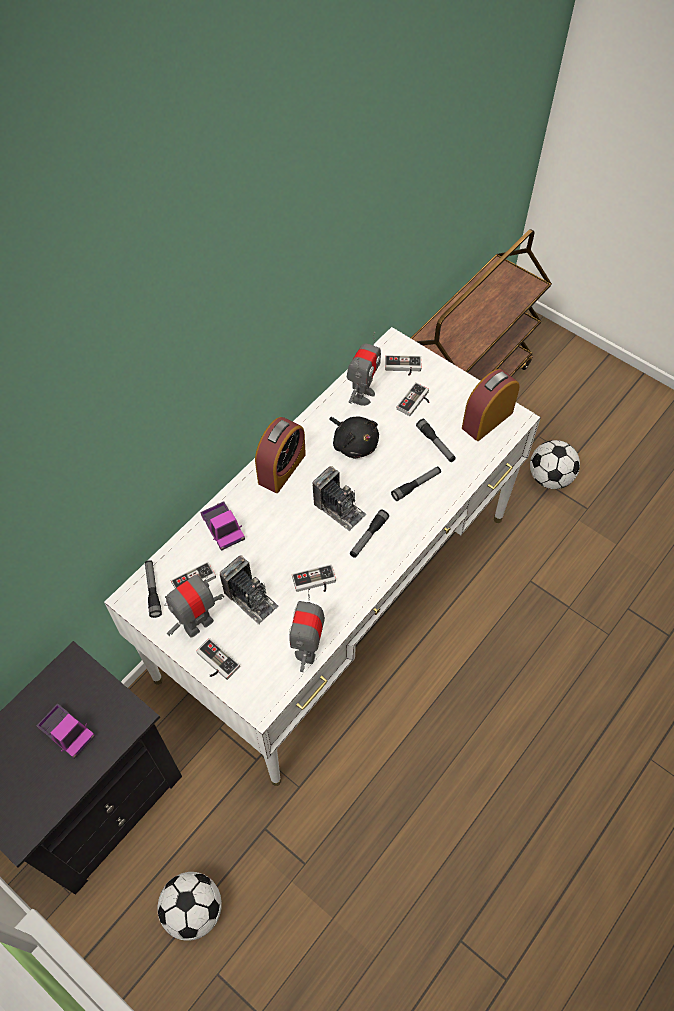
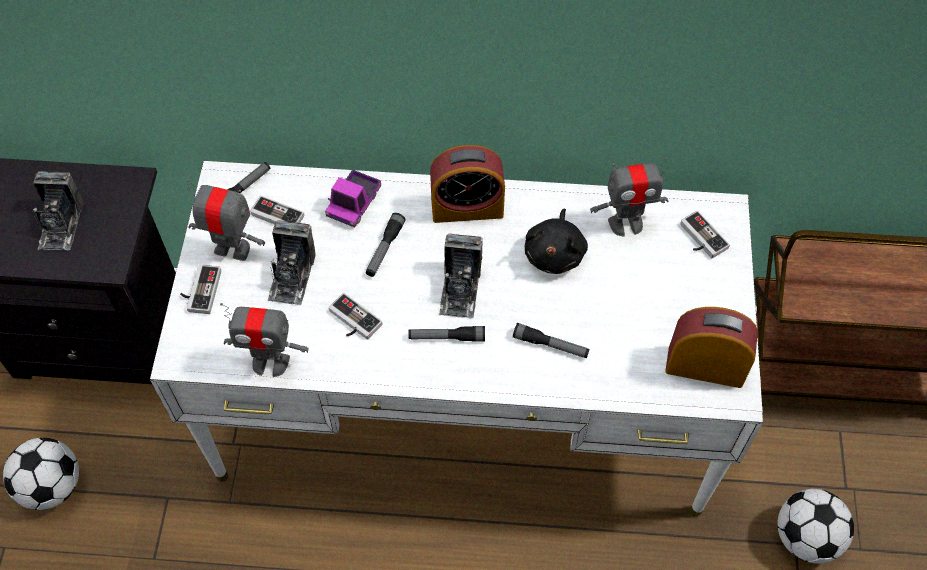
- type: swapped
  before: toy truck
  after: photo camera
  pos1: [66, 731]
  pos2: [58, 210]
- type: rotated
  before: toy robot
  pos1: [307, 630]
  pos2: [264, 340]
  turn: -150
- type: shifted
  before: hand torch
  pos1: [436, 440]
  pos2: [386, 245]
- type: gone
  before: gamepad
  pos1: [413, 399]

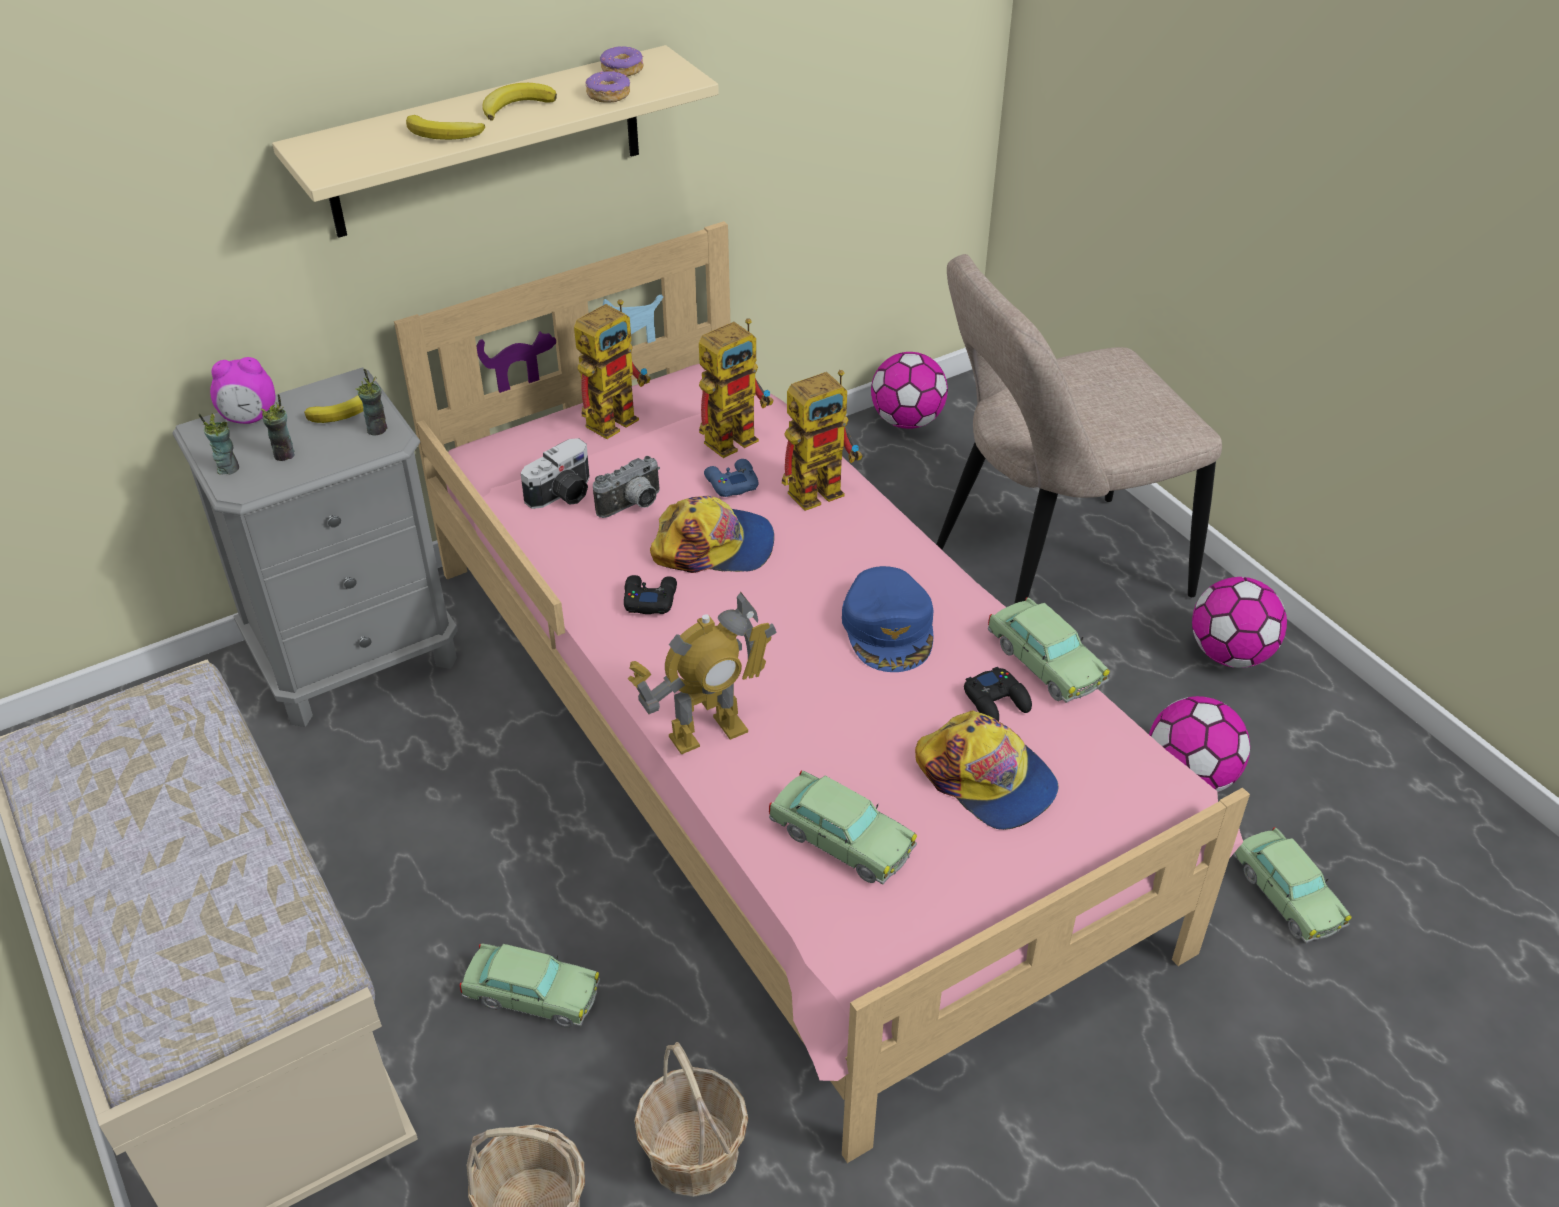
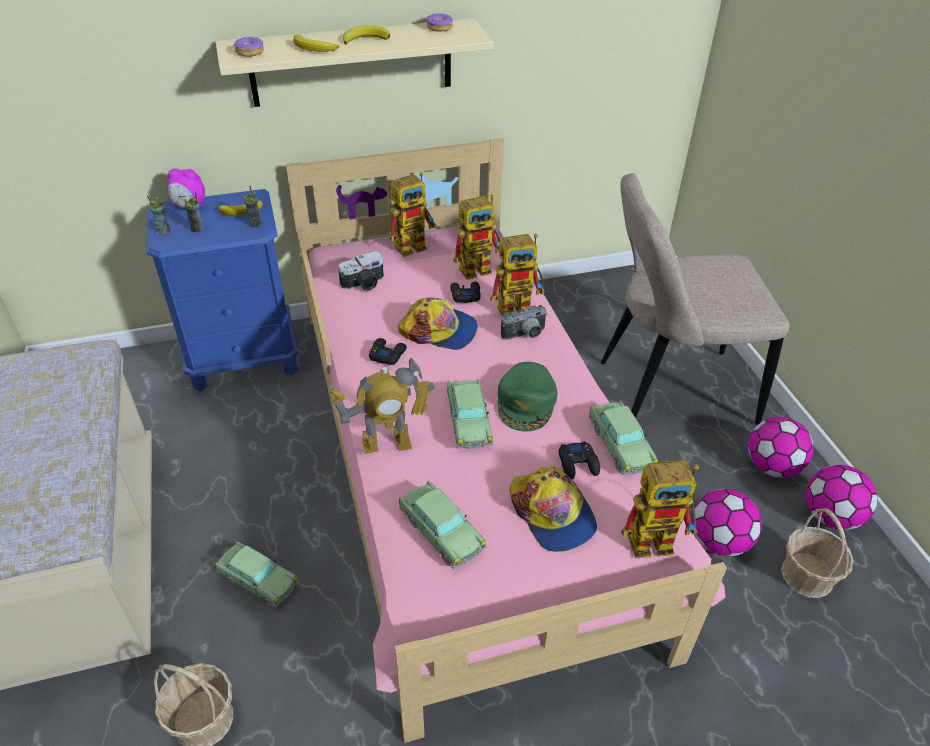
- type: repainted
  before: greyish nightstand
  after: blue nightstand
  pos1: [315, 547]
  pos2: [222, 290]
- type: shifted
  before: ring doughnut
  pos1: [607, 86]
  pos2: [249, 46]
- type: shifted
  before: toy car
  pos1: [1292, 885]
  pos2: [470, 413]
- type: repainted
  before: blue gamepad
  after: blackish gamepad
  pos1: [731, 478]
  pos2: [465, 292]
- type: repainted
  before: blue peaked cap
  after: green peaked cap
  pos1: [888, 619]
  pos2: [527, 397]
- type: shifted
  before: photo camera
  pos1: [626, 487]
  pos2: [524, 322]
- type: new
  after: toy robot
  pos2: [660, 509]
- type: shifted
  before: household basket
  pos1: [691, 1119]
  pos2: [817, 553]
- type: shifted
  before: ball for football
  pos1: [909, 390]
  pos2: [841, 497]

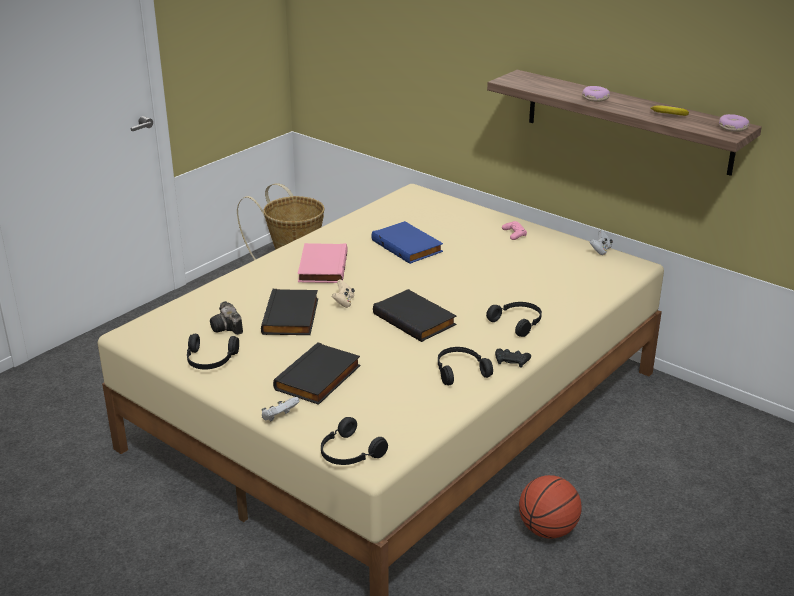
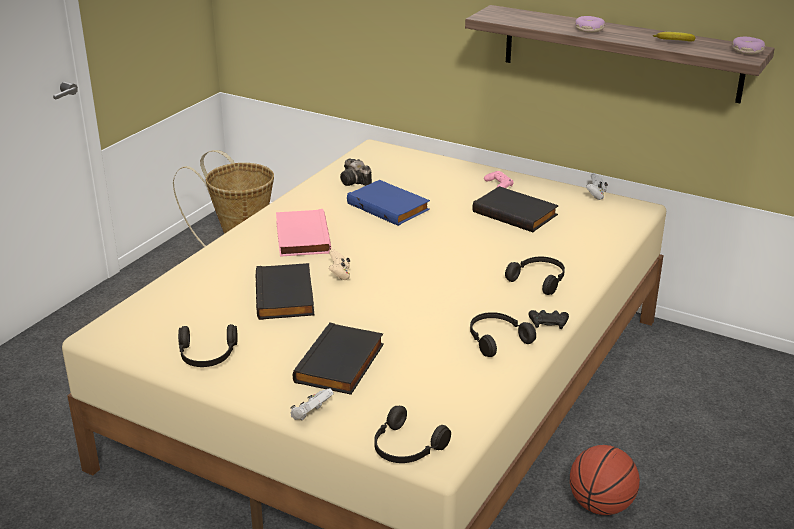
- type: shifted
  before: photo camera
  pos1: [226, 318]
  pos2: [356, 172]
- type: shifted
  before: blackish book
  pos1: [414, 315]
  pos2: [516, 209]

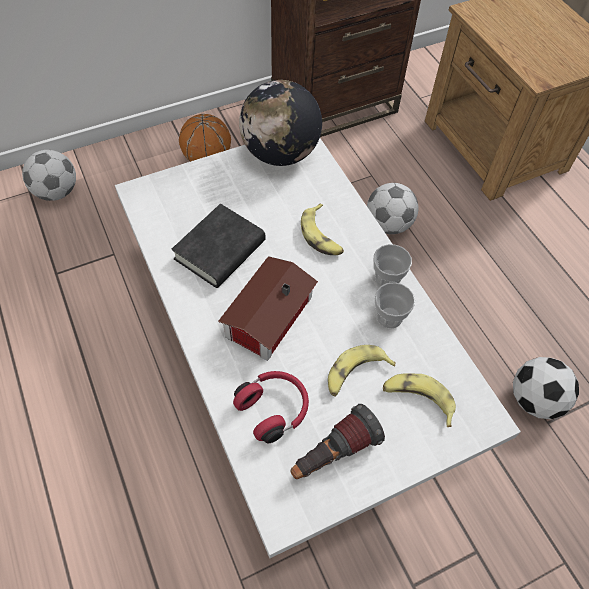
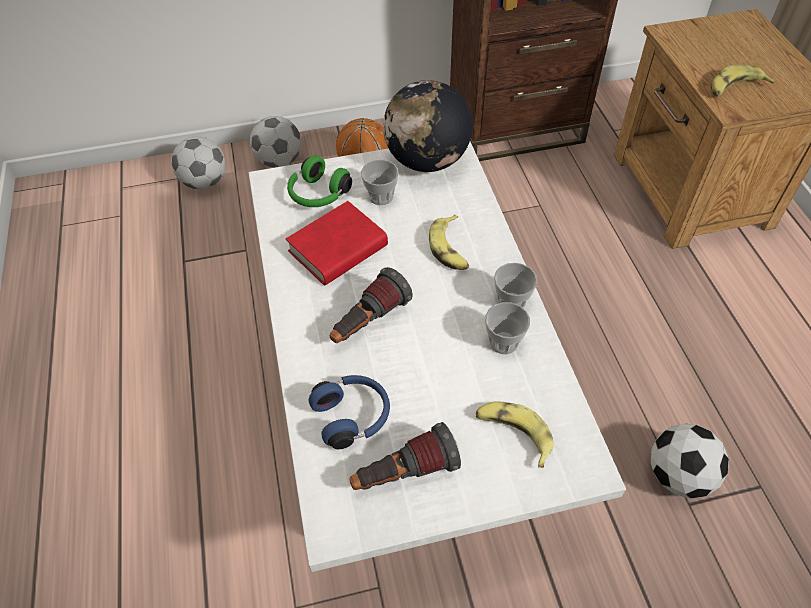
- type: shifted
  before: ball for football
  pos1: [393, 208]
  pos2: [275, 142]
- type: repainted
  before: blackish book
  after: reddish book
  pos1: [218, 246]
  pos2: [337, 243]
- type: new
  after: green headphones
  pos2: [319, 181]
- type: repainted
  before: reddish headphones
  after: blue headphones
  pos1: [271, 407]
  pos2: [349, 412]
- type: swapped
  before: miniature house
  after: hand torch
  pos1: [268, 308]
  pos2: [371, 305]
- type: new
  after: drinking cup
  pos2: [380, 182]
- type: shifted
  before: whole banana
  pos1: [362, 371]
  pos2: [742, 80]

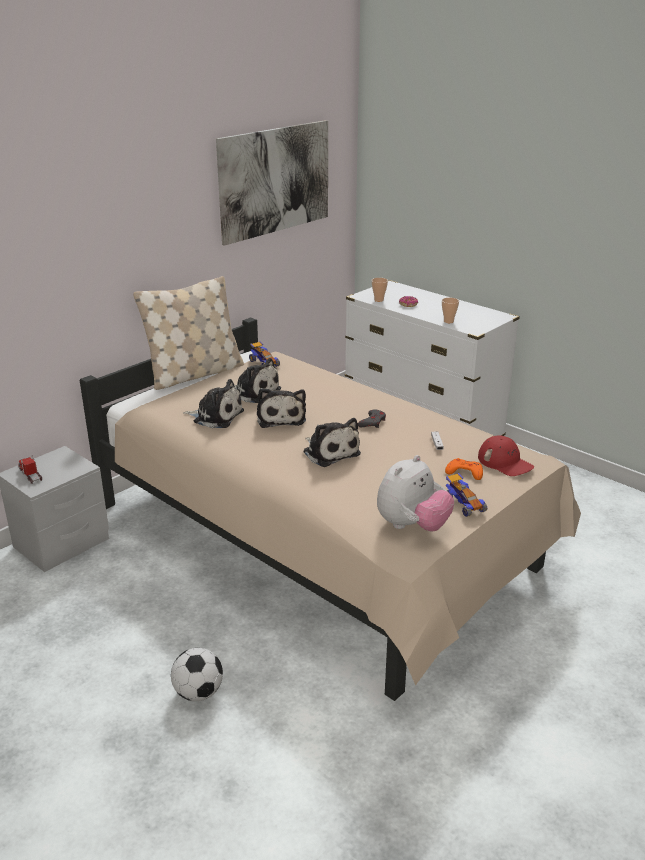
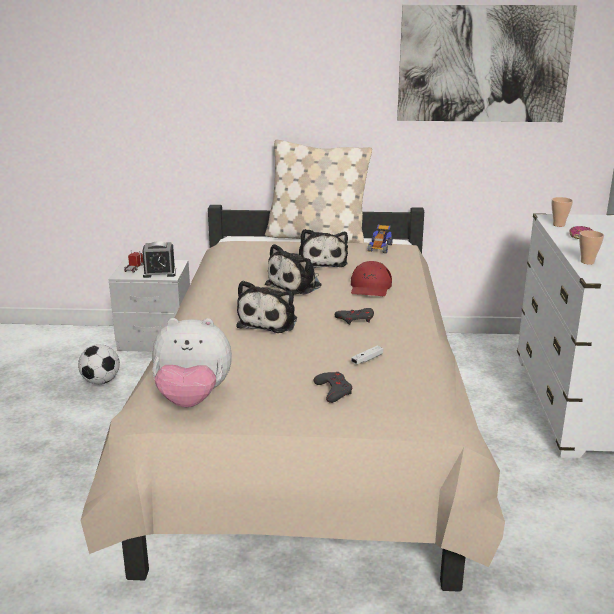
- type: shifted
  before: ball for football
  pos1: [197, 674]
  pos2: [99, 364]
- type: new
  after: alarm clock
  pos2: [159, 259]
- type: repainted
  before: orangey gamepad
  after: greyish gamepad
  pos1: [464, 469]
  pos2: [332, 387]
- type: shifted
  before: reddish peaked cap
  pos1: [506, 456]
  pos2: [371, 278]
- type: gone
  before: soft toy
  pos1: [213, 403]
- type: gone
  before: toy car
  pos1: [466, 495]

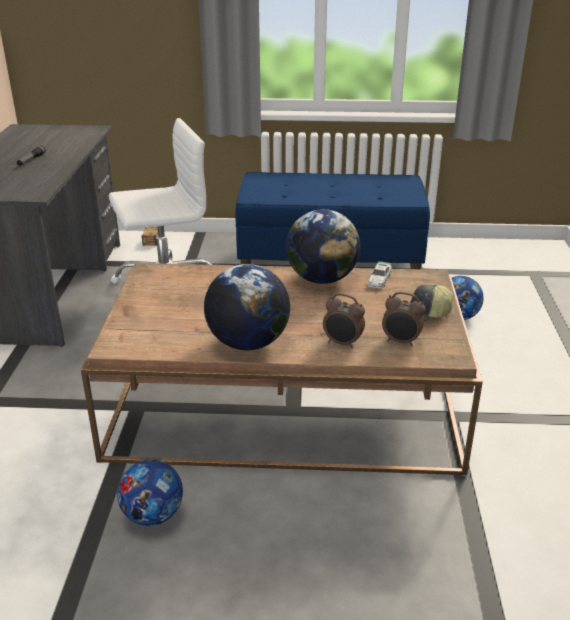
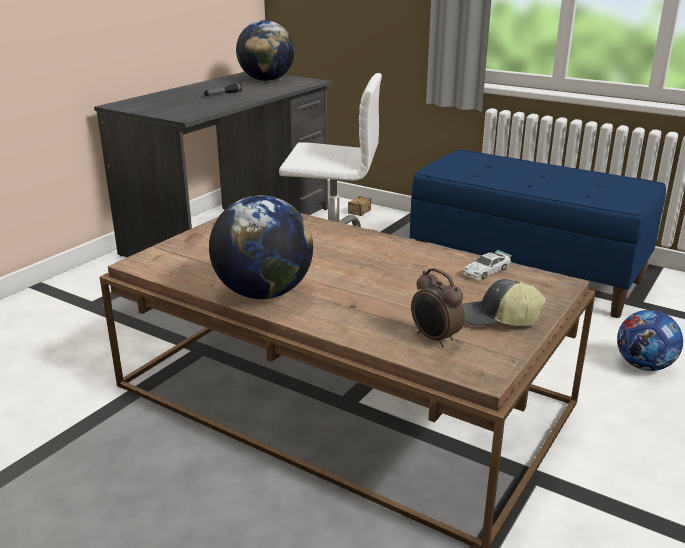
- type: shifted
  before: globe
  pos1: [323, 246]
  pos2: [265, 50]
- type: gone
  before: ball for football
  pos1: [150, 492]
- type: gone
  before: alarm clock
  pos1: [344, 321]

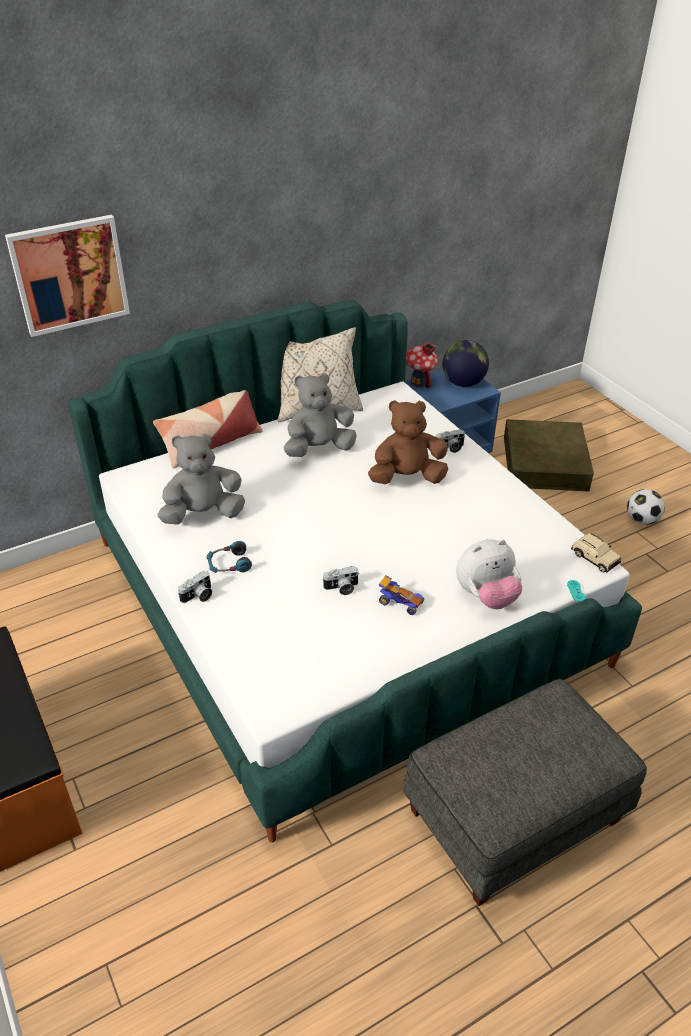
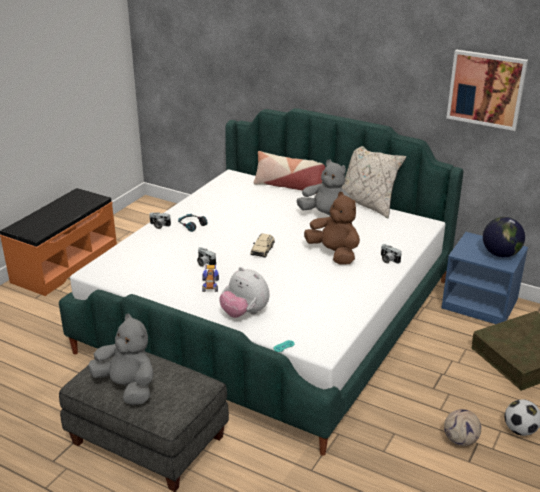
- type: shifted
  before: greyish soft toy
  pos1: [201, 479]
  pos2: [121, 359]
- type: shifted
  before: sand-coloured toy car
  pos1: [596, 552]
  pos2: [262, 245]
- type: new
  after: ball for football
  pos2: [462, 427]
- type: shifted
  before: wall art
  pos1: [67, 276]
  pos2: [487, 90]
- type: gone
  before: miniature house
  pos1: [422, 365]

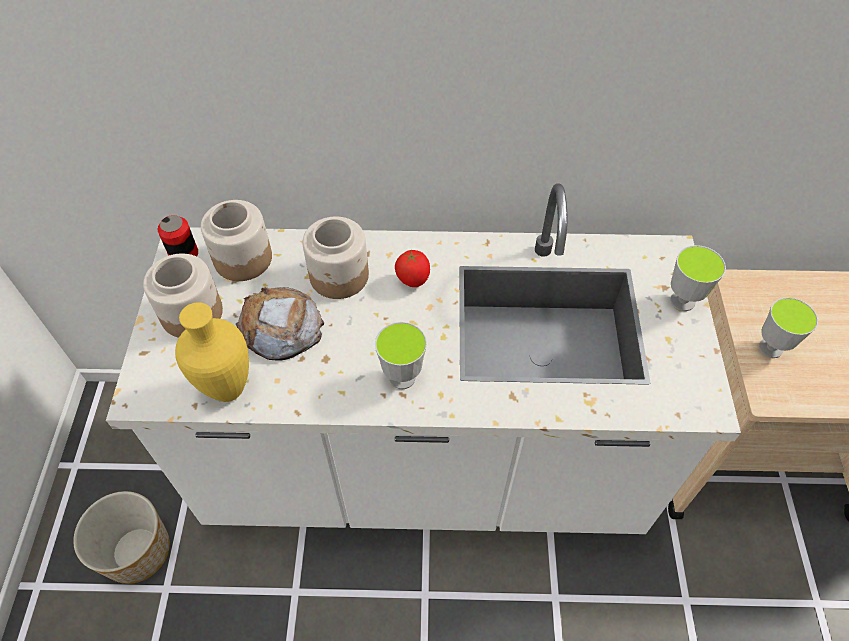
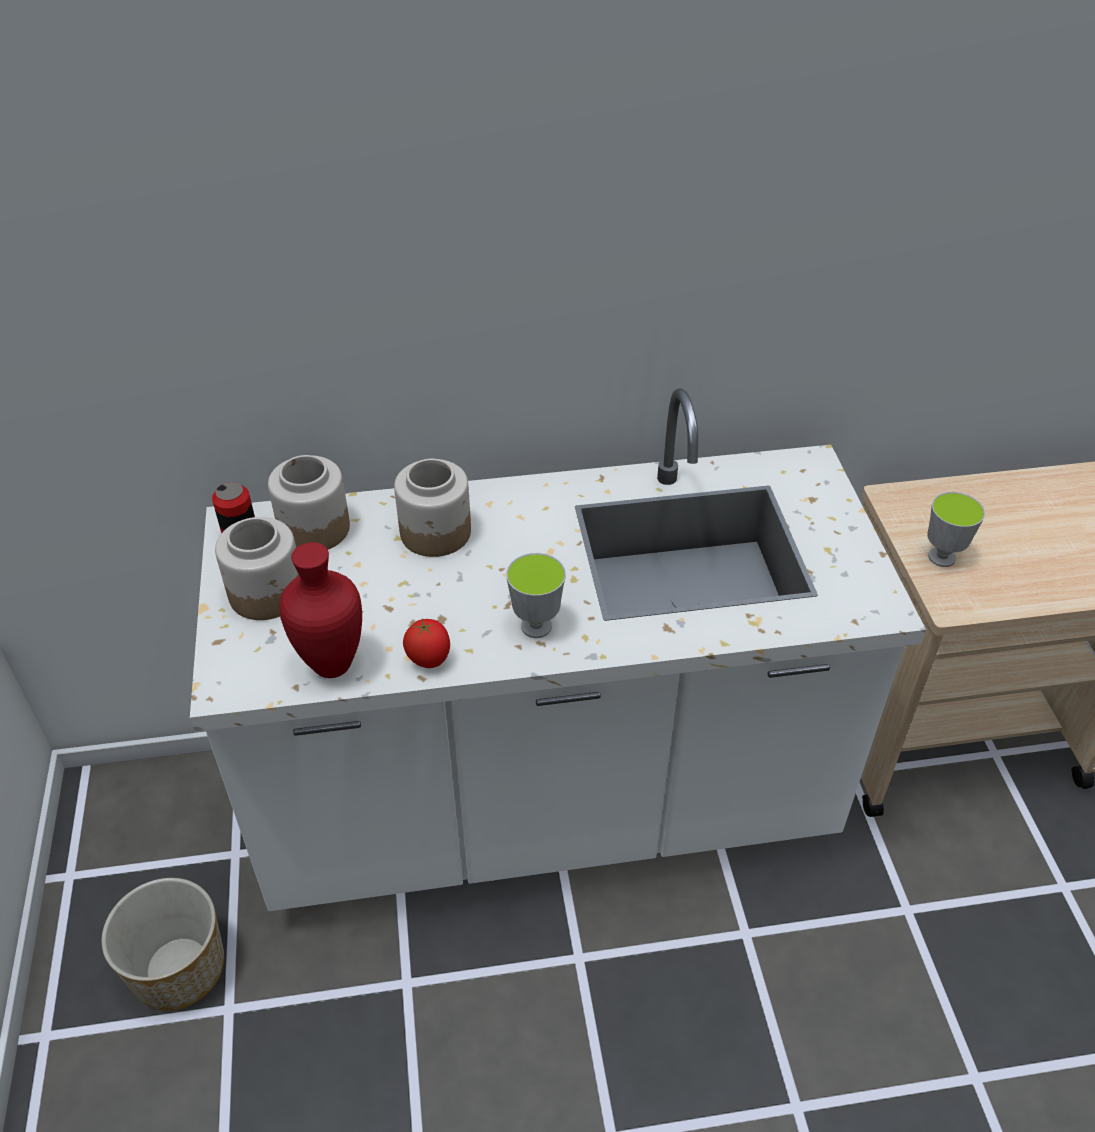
- type: repainted
  before: yellowish decorative vase
  after: reddish decorative vase
  pos1: [212, 352]
  pos2: [320, 610]
- type: shifted
  before: fresh tomato
  pos1: [412, 268]
  pos2: [426, 643]
- type: gone
  before: bakery bread
  pos1: [280, 323]
- type: gone
  before: drinking cup
  pos1: [698, 278]

